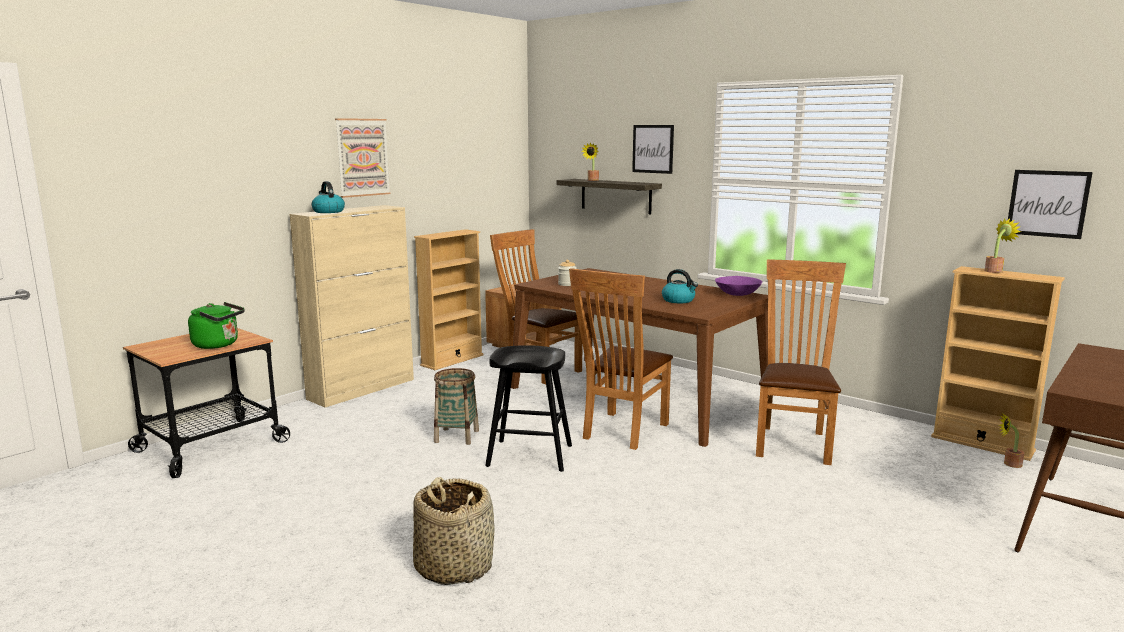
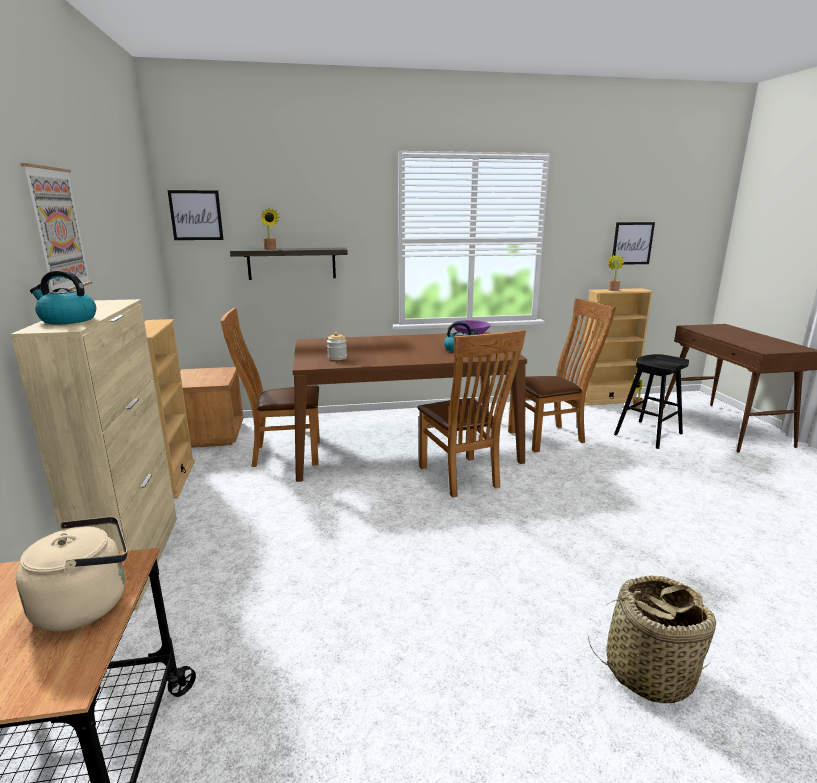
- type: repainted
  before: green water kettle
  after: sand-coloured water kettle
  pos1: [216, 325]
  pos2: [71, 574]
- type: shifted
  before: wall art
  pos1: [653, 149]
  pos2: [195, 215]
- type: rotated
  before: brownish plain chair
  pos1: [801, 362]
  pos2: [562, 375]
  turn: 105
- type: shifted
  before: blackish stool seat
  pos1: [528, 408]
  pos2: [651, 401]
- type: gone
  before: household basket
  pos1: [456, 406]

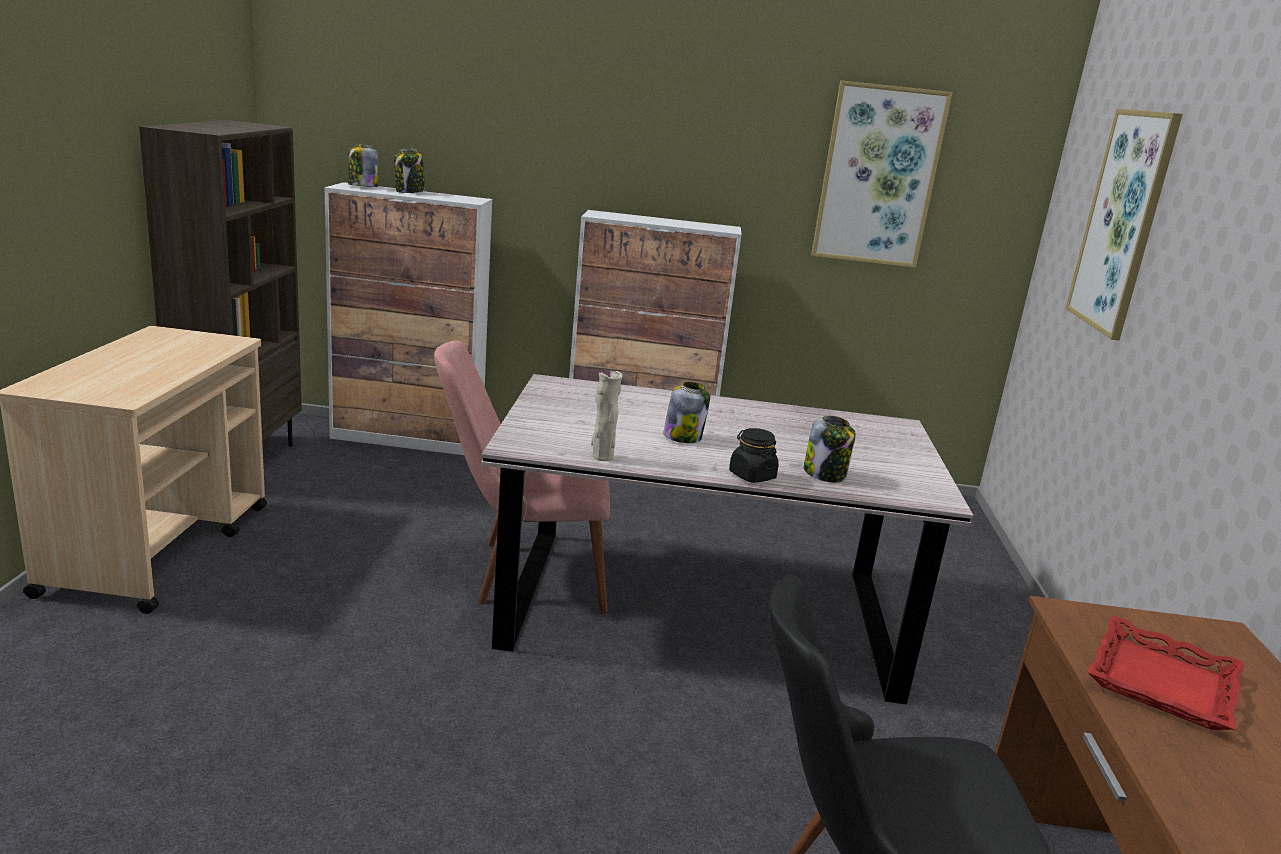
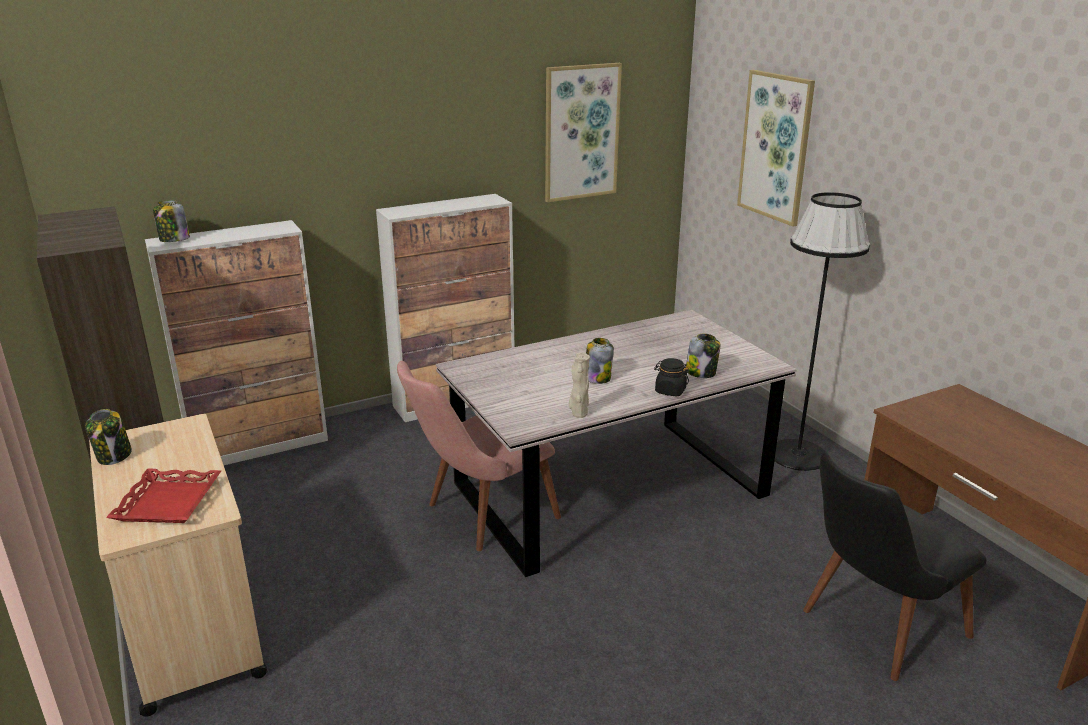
- type: shifted
  before: storage jar
  pos1: [409, 171]
  pos2: [108, 437]
- type: shifted
  before: reddish tray
  pos1: [1166, 673]
  pos2: [163, 496]
- type: new
  after: blackish floor lamp
  pos2: [822, 331]

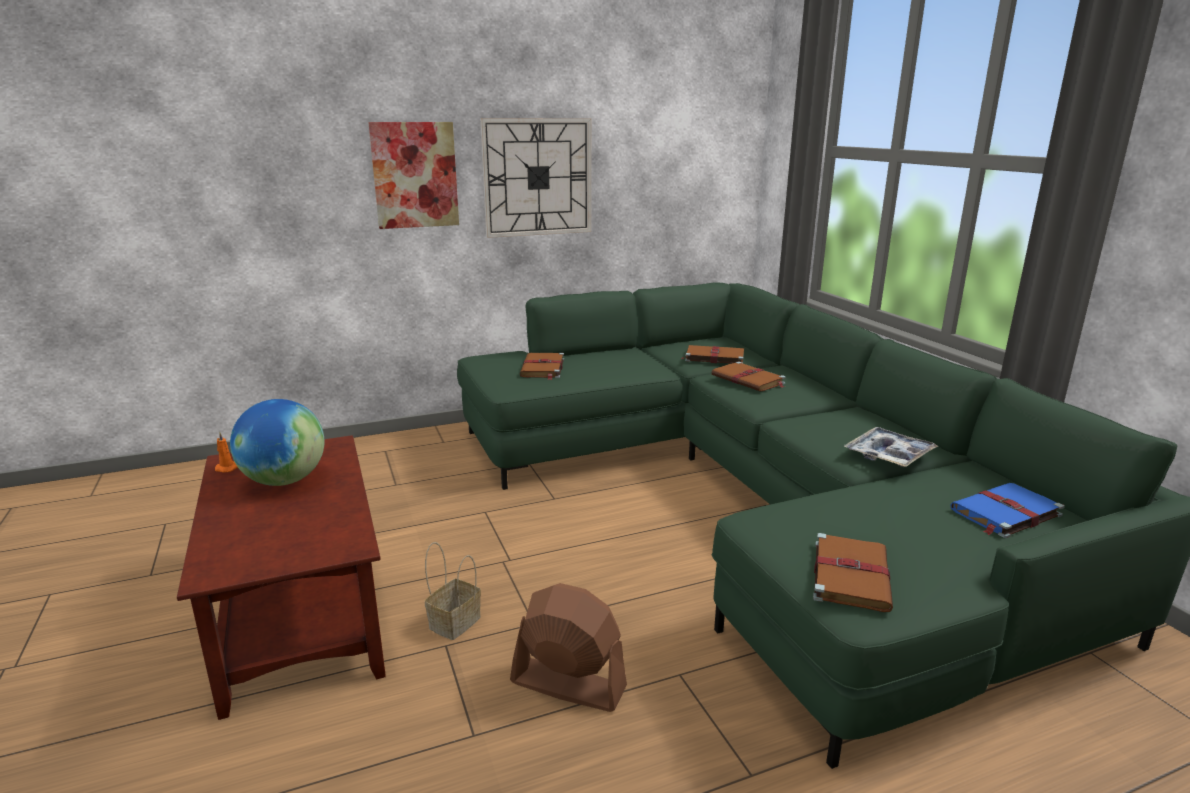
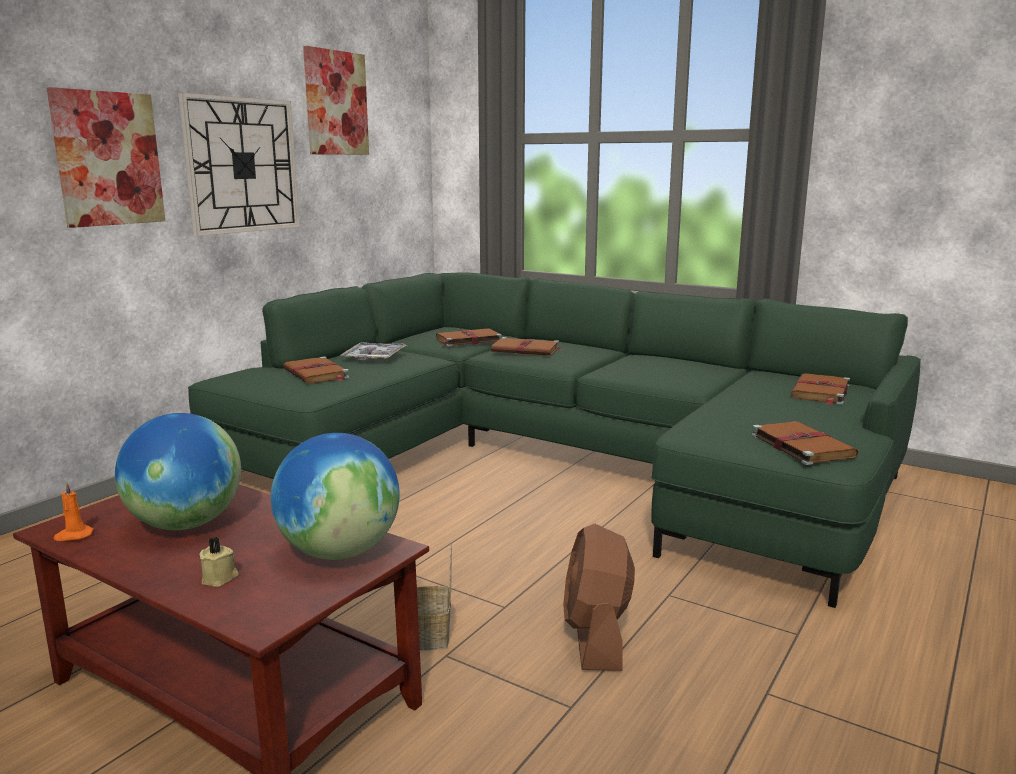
- type: new
  after: sand-coloured wax candle
  pos2: [219, 562]
- type: new
  after: globe
  pos2: [335, 496]
- type: new
  after: wall art
  pos2: [336, 100]
- type: shifted
  before: tray
  pos1: [891, 447]
  pos2: [373, 351]
- type: rotated
  before: brownish electric fan
  pos1: [568, 647]
  pos2: [599, 597]
  turn: -75
- type: repainted
  before: blue book
  after: brownish book
  pos1: [1007, 510]
  pos2: [820, 389]

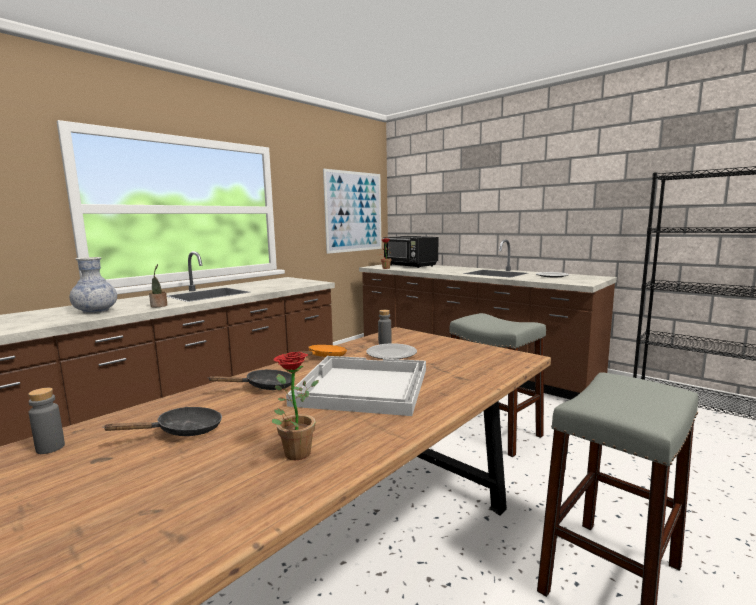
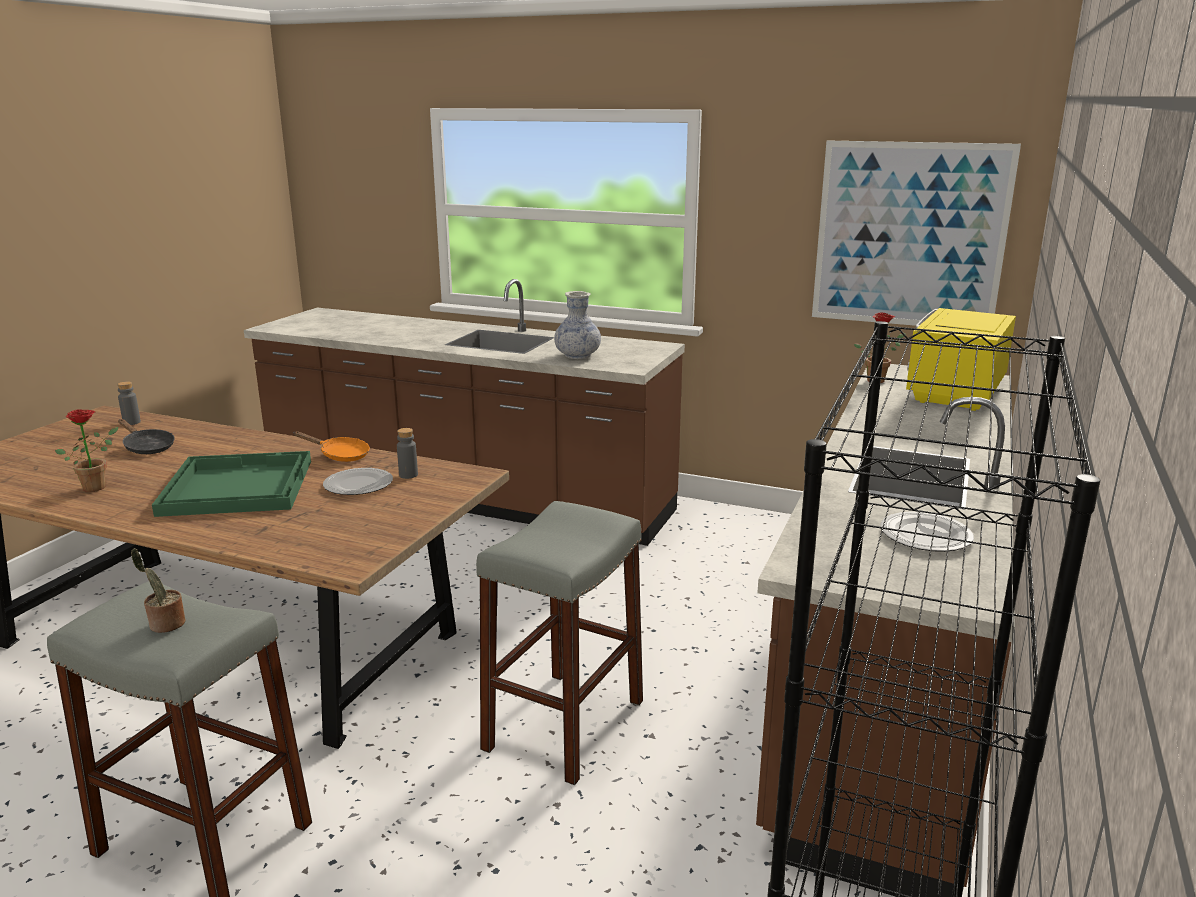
- type: shifted
  before: plant in a pot
  pos1: [158, 285]
  pos2: [158, 590]
- type: repainted
  before: white-coloured tray
  after: green tray
  pos1: [356, 386]
  pos2: [231, 484]
- type: shifted
  before: decorative vase
  pos1: [93, 285]
  pos2: [577, 325]
- type: repainted
  before: blackish microwave
  after: yellowish microwave
  pos1: [410, 252]
  pos2: [961, 359]
- type: gone
  before: blackish frying pan
  pos1: [251, 379]

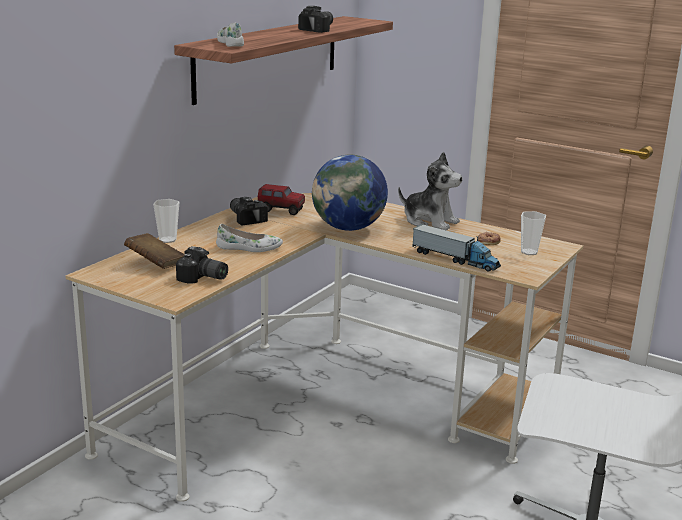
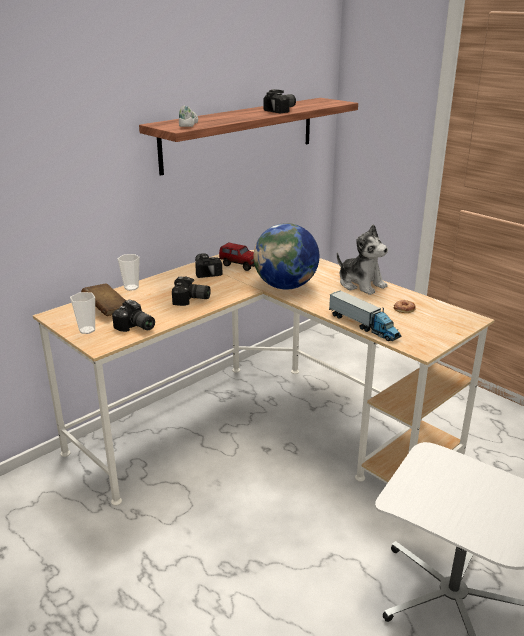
- type: shifted
  before: drinking cup
  pos1: [533, 233]
  pos2: [82, 313]
- type: swapped
  before: white-coloured low shoe
  after: photo camera
  pos1: [249, 238]
  pos2: [191, 291]

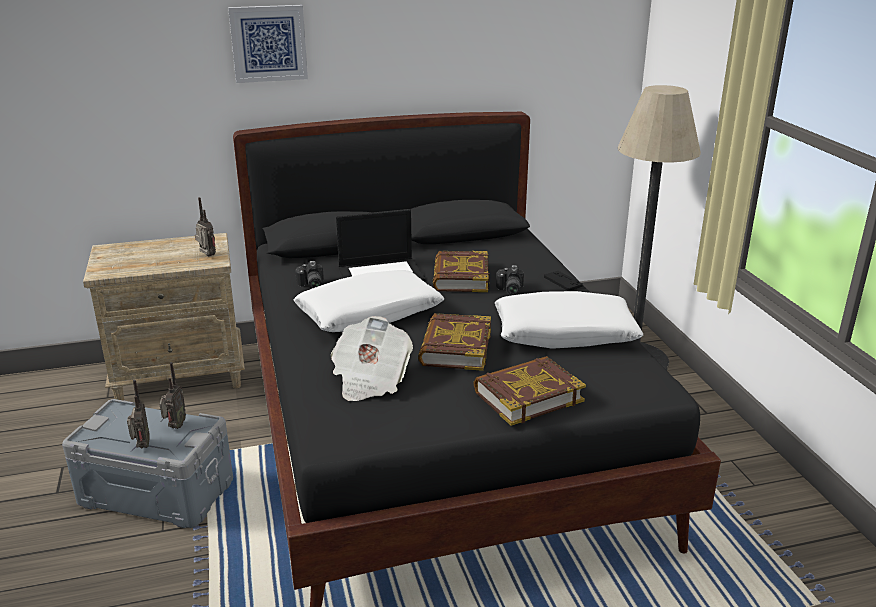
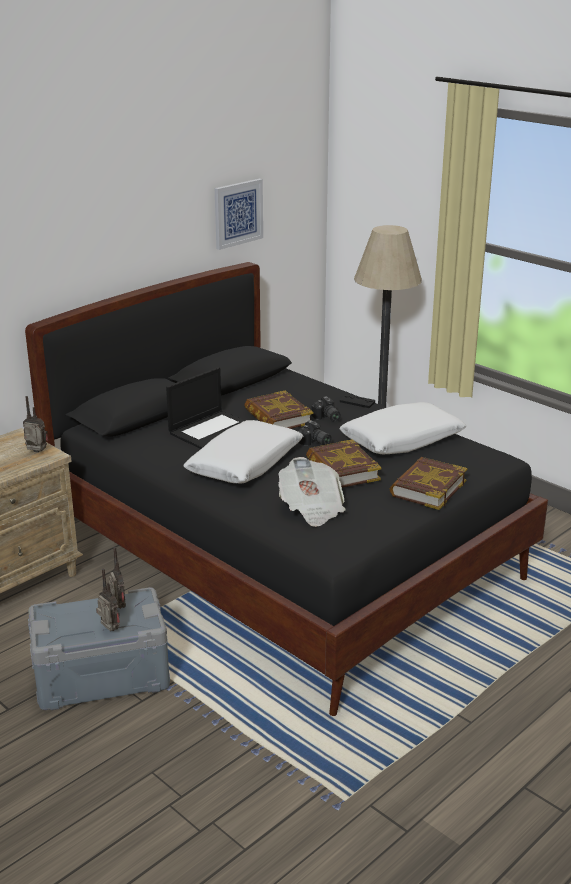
- type: shifted
  before: wall art
  pos1: [268, 44]
  pos2: [239, 214]
- type: shifted
  before: photo camera
  pos1: [309, 275]
  pos2: [315, 433]

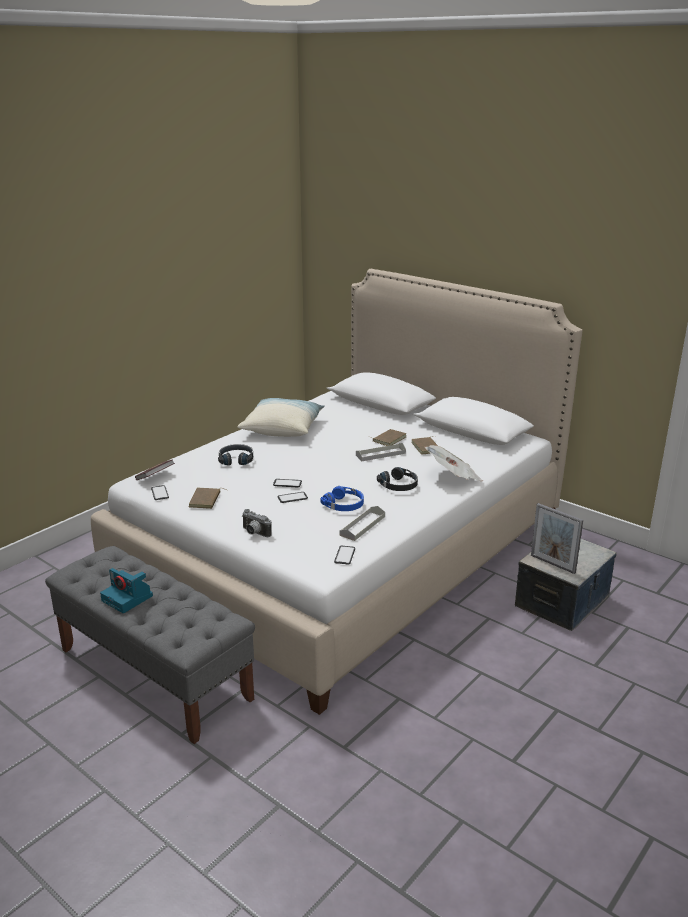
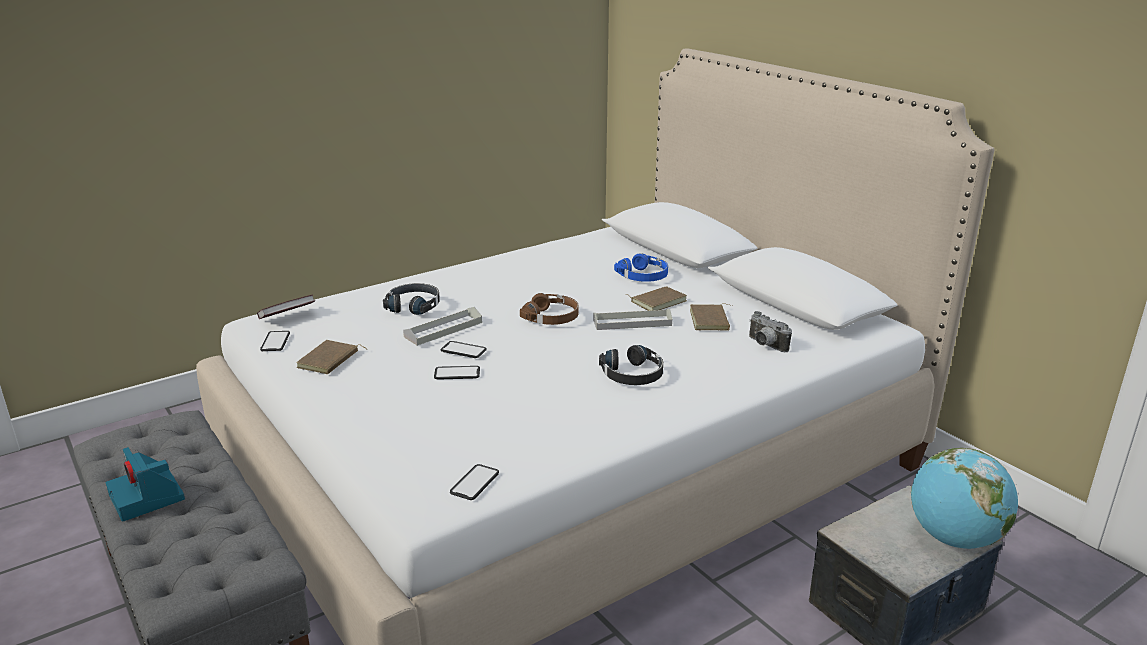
- type: shifted
  before: greyish tray
  pos1: [362, 523]
  pos2: [442, 326]
- type: new
  after: brownish headphones
  pos2: [549, 309]
- type: shifted
  before: blue headphones
  pos1: [342, 498]
  pos2: [641, 267]
- type: shifted
  before: photo camera
  pos1: [257, 523]
  pos2: [770, 331]
- type: new
  after: globe
  pos2: [964, 498]
- type: gone
  before: throw pillow
  pos1: [281, 417]
- type: gone
  before: daily paper
  pos1: [454, 463]
- type: gone
  before: picture frame
  pos1: [557, 538]

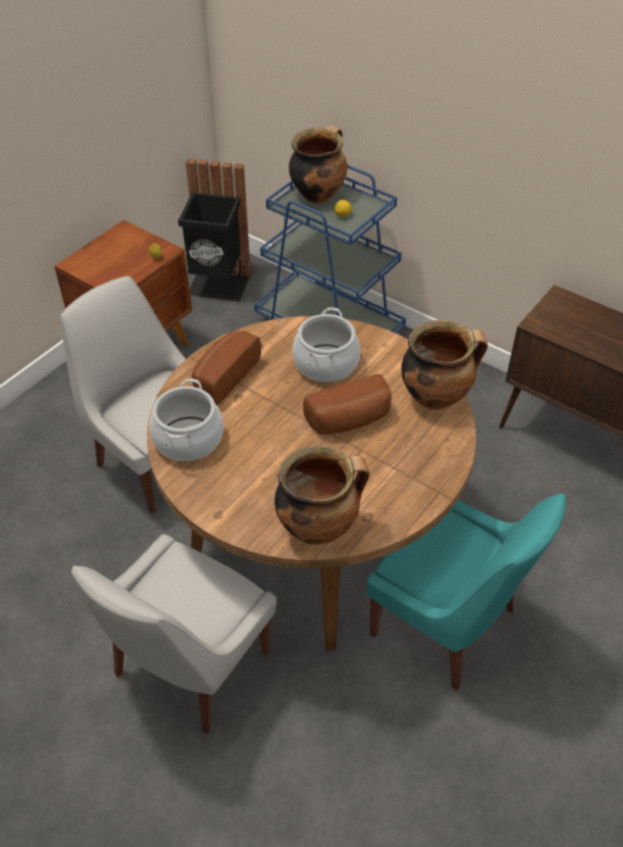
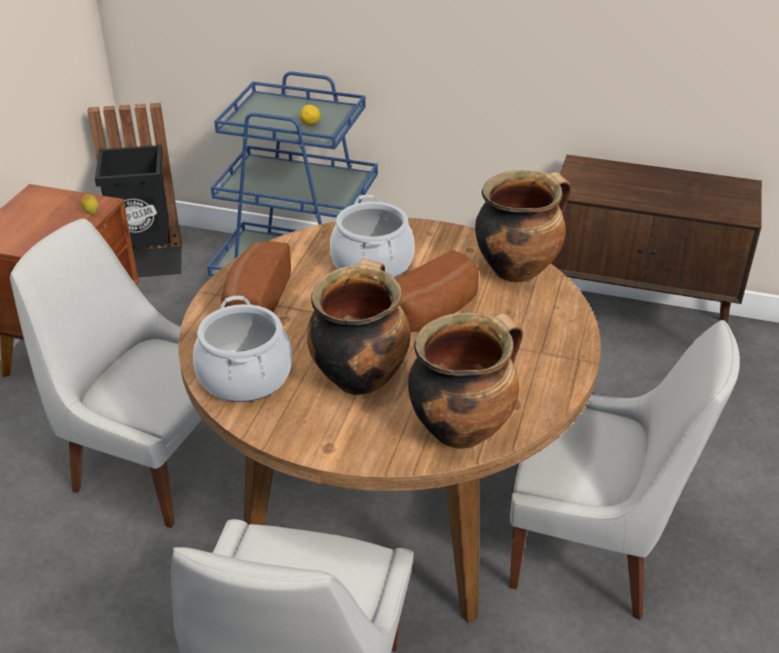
- type: shifted
  before: cooking pot
  pos1: [318, 164]
  pos2: [359, 327]
- type: repainted
  before: blue-green plain chair
  after: white-coloured plain chair
  pos1: [466, 592]
  pos2: [625, 470]

